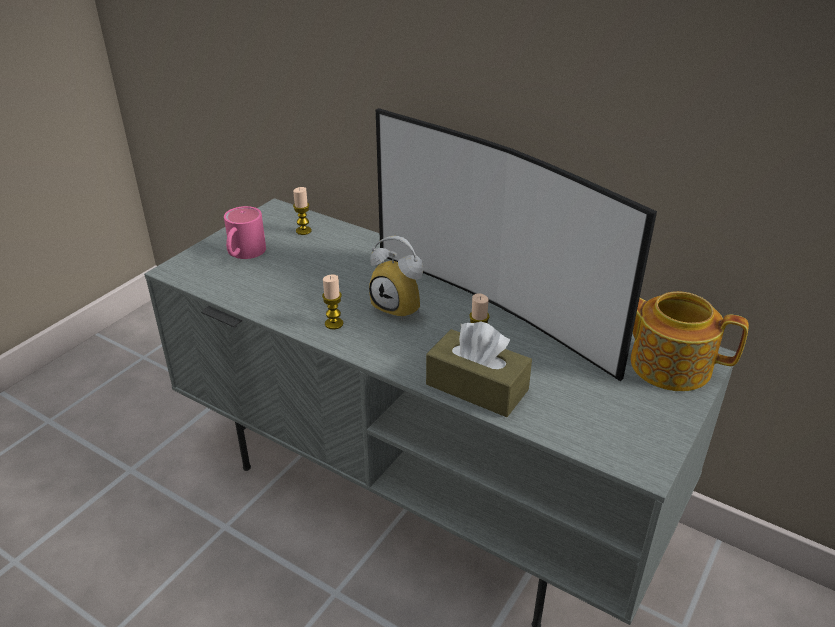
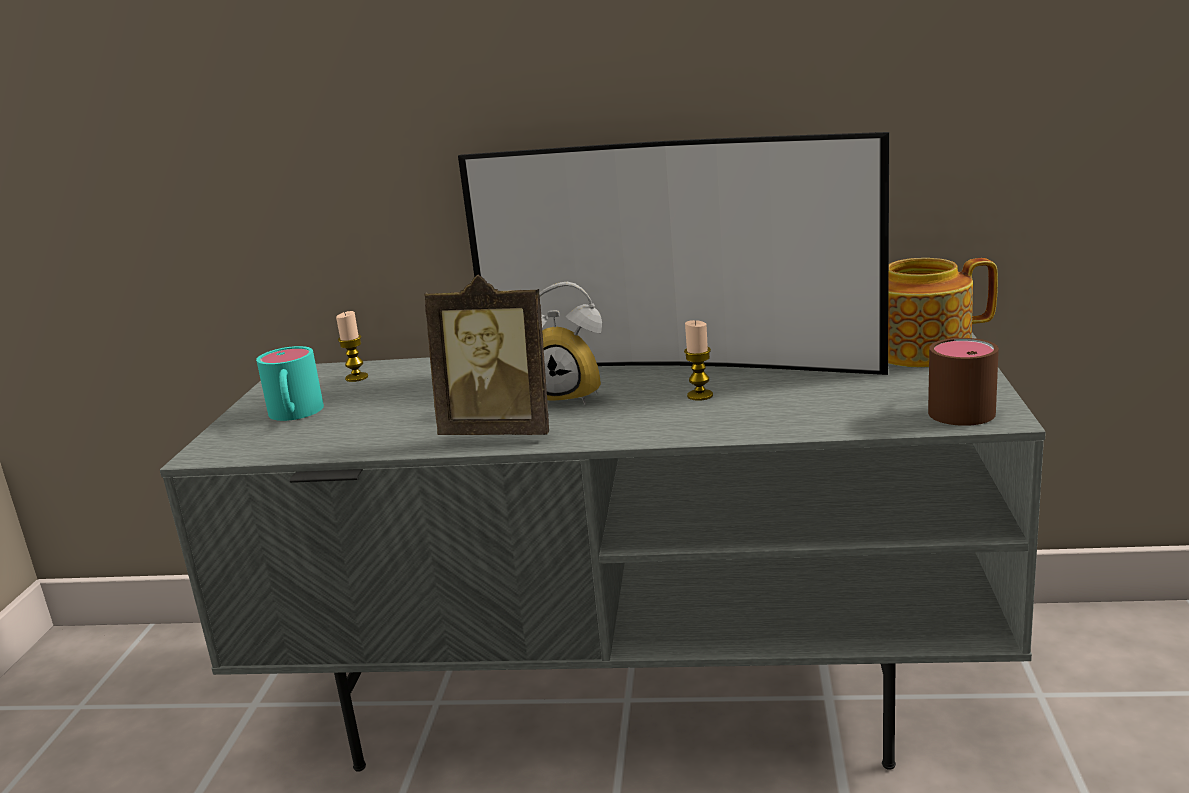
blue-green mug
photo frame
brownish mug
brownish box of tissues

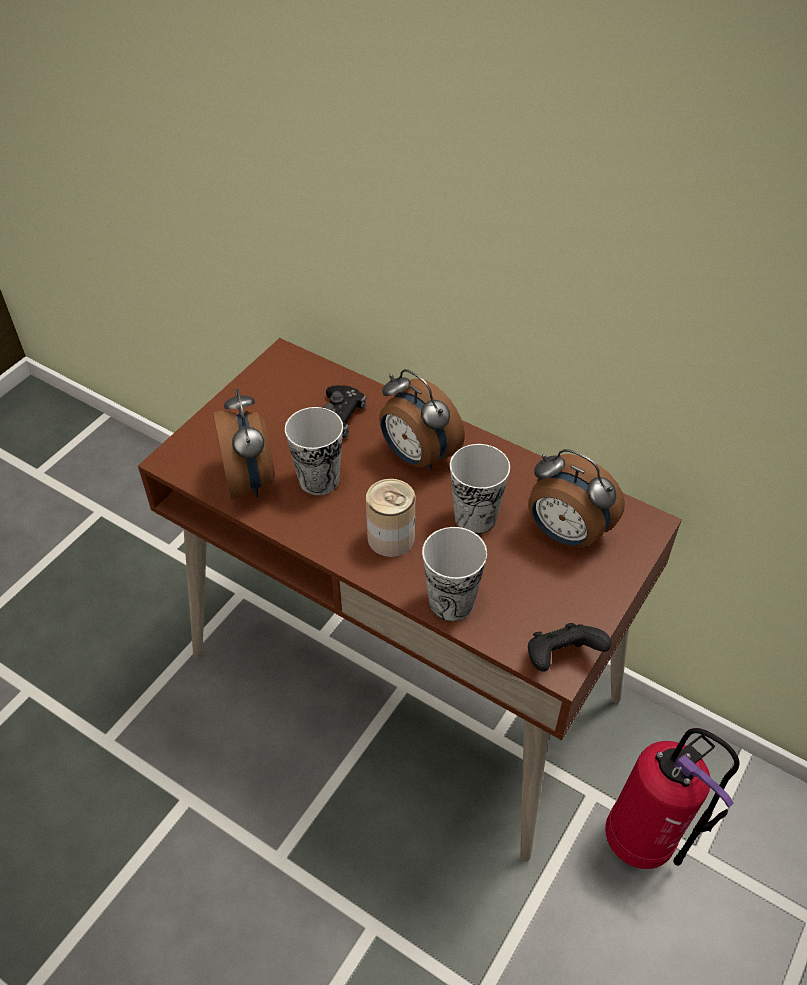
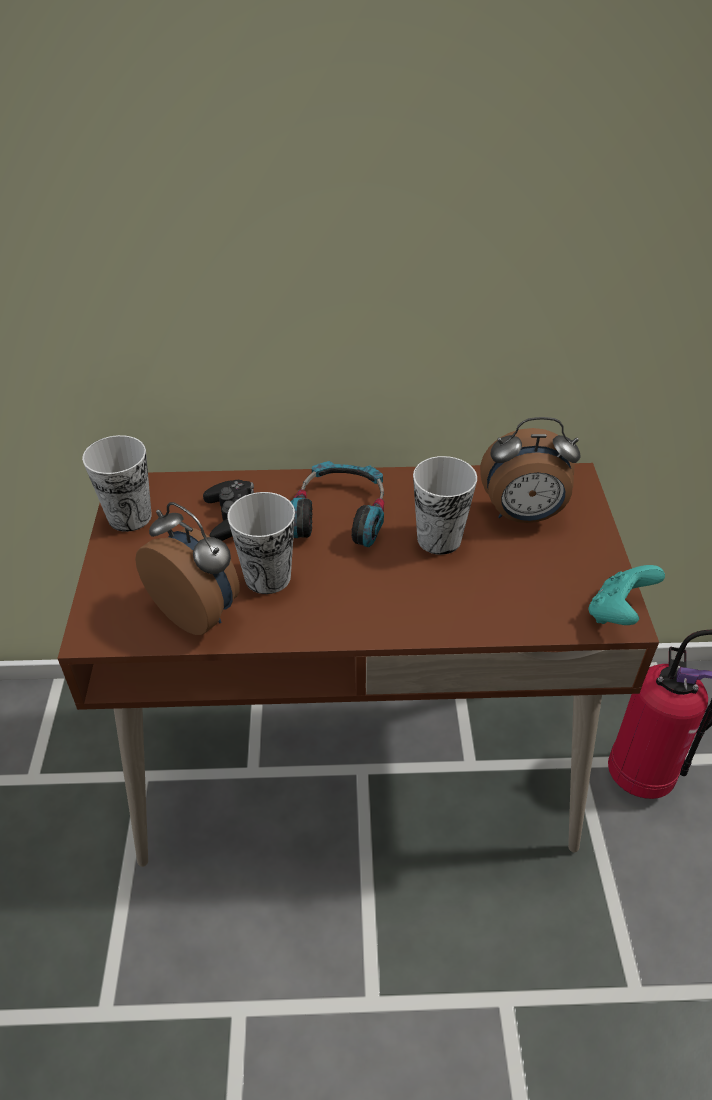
drinking cup (1st from left)
pair of headphones
blue-green gamepad
sealed can

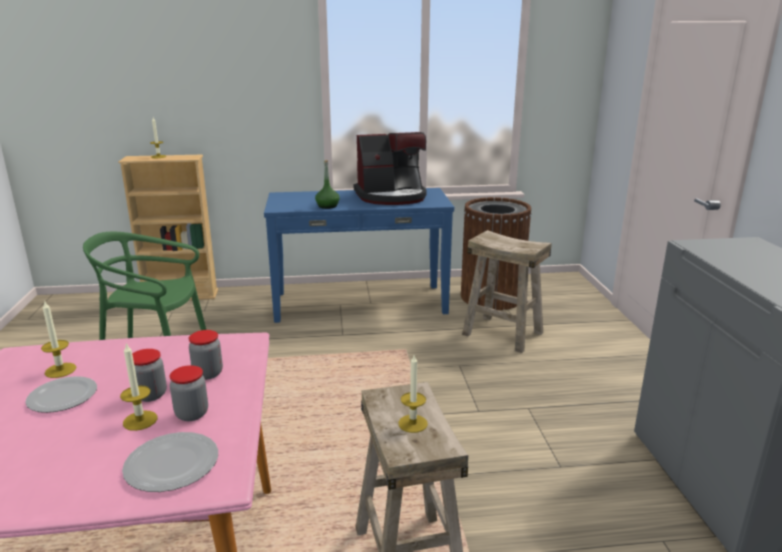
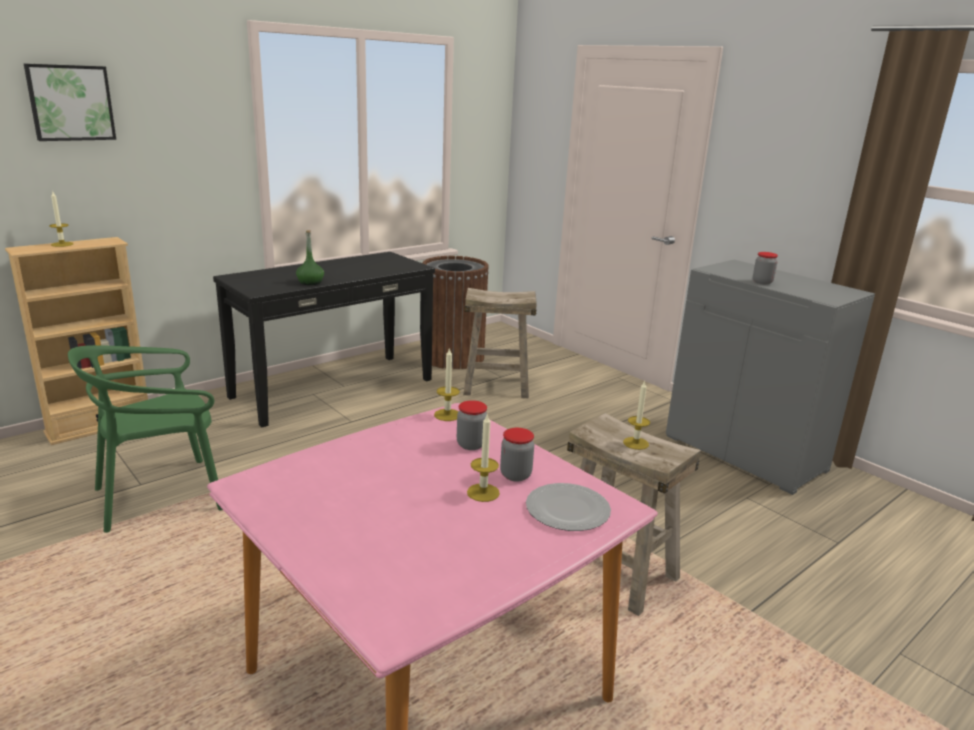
picture
black-coloured hall table
candle (2nd from left)
jar (3rd from left)
dinner plate (1st from left in the first image)
coffee maker

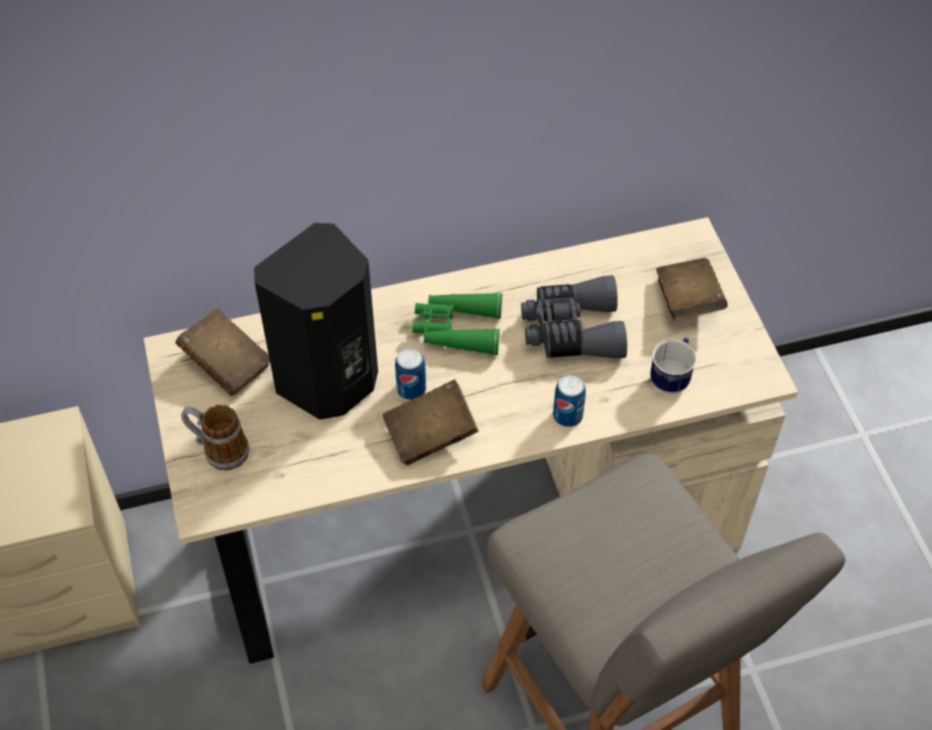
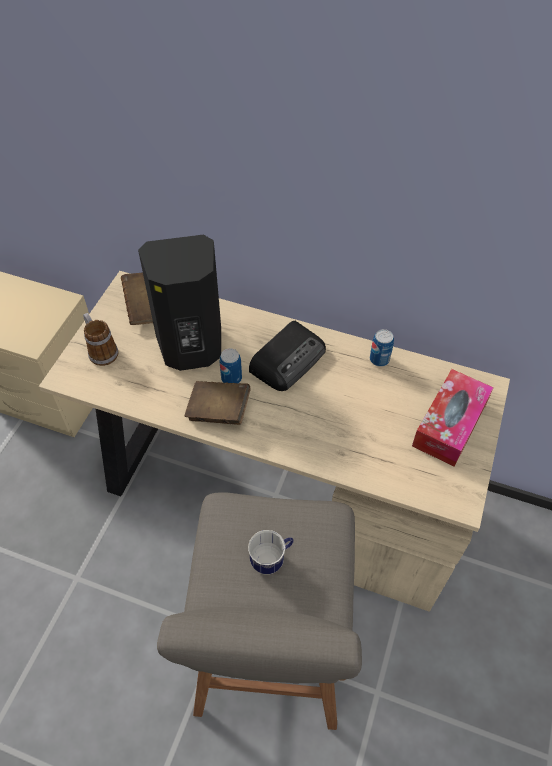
mug (2nd from left)
radio receiver
sealed can (2nd from left)
box of tissues
gray field glasses

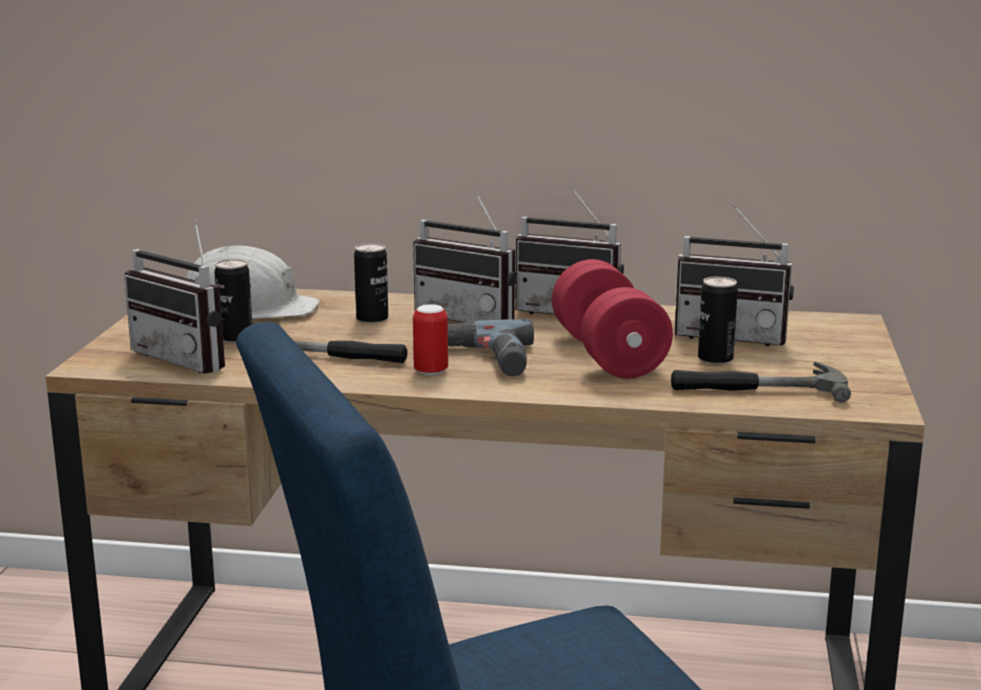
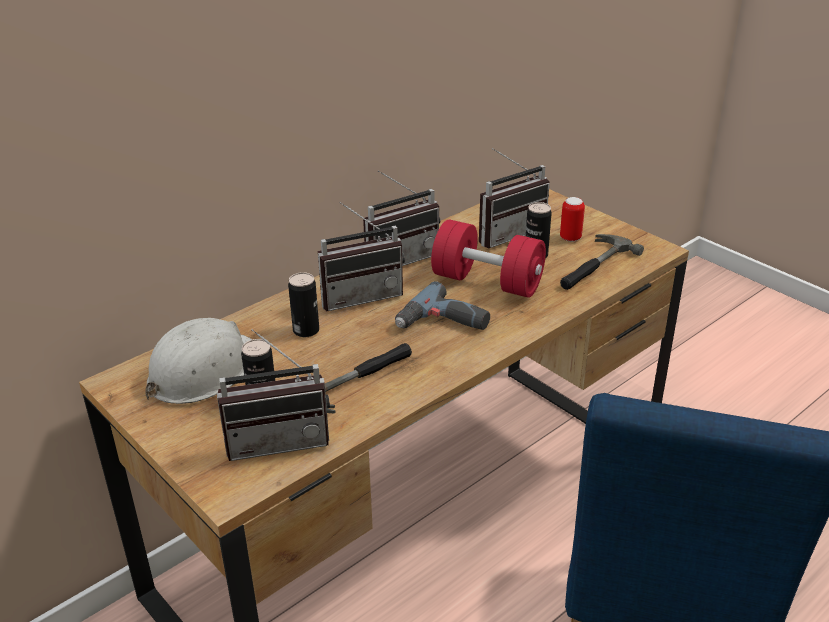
sealed can (4th from left)

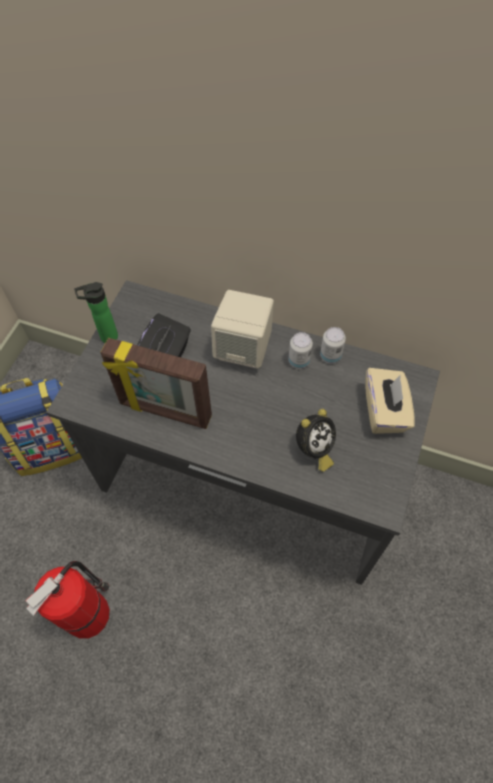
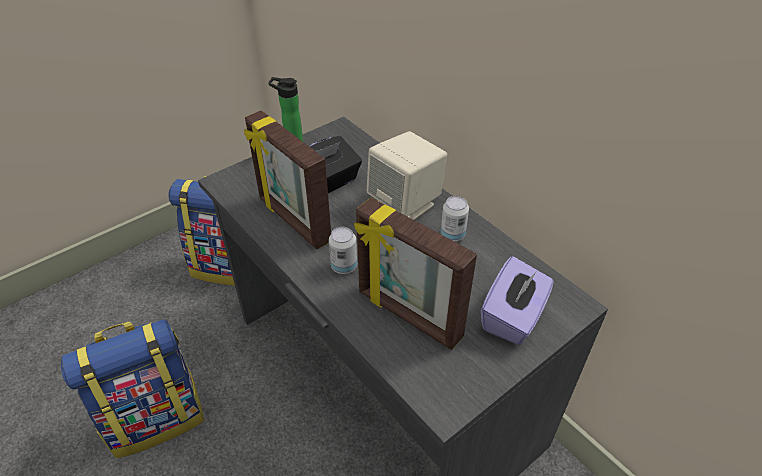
backpack (1st from left)
sealed can (1st from left)
photo frame (2nd from left)
purplish box of tissues

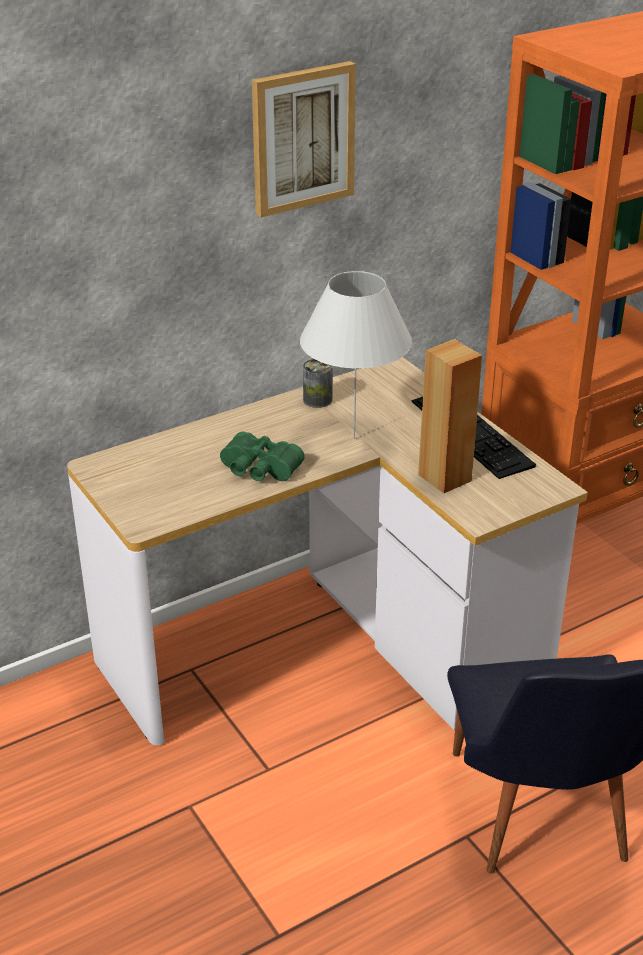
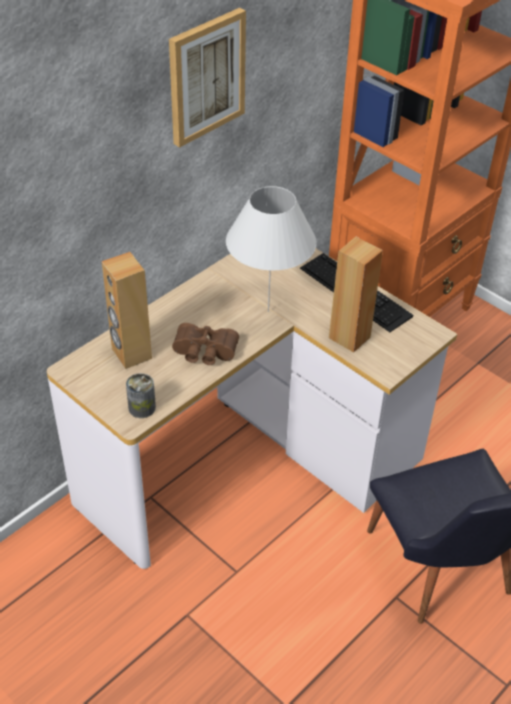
brownish loudspeaker (1st from left)
sealed can
brownish field glasses

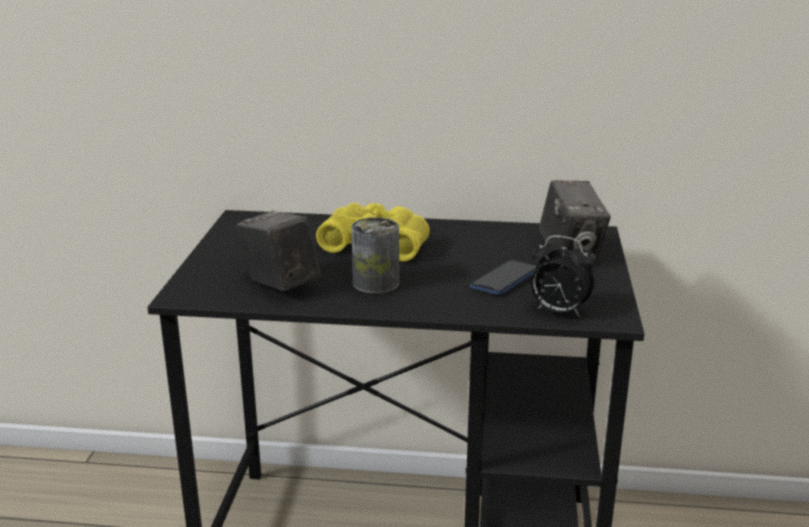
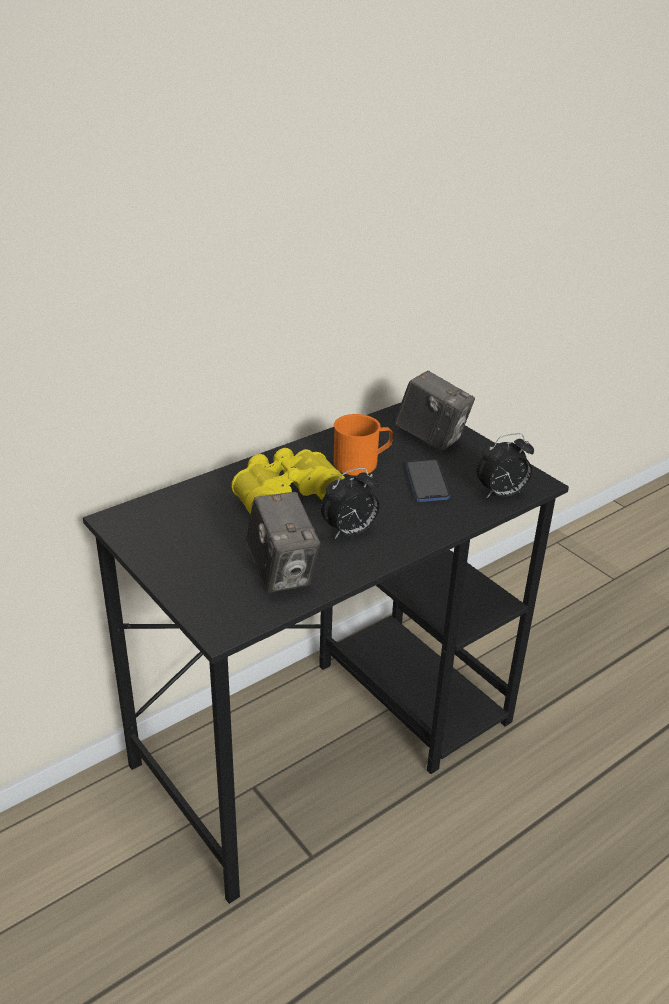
still camera (1st from left)
alarm clock (1st from left)
orange-coloured mug

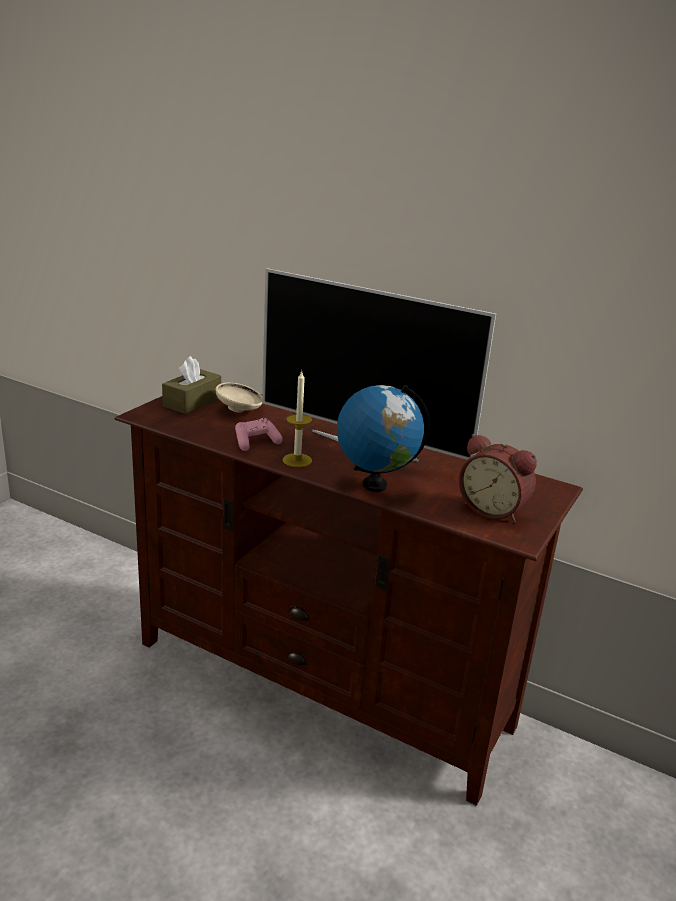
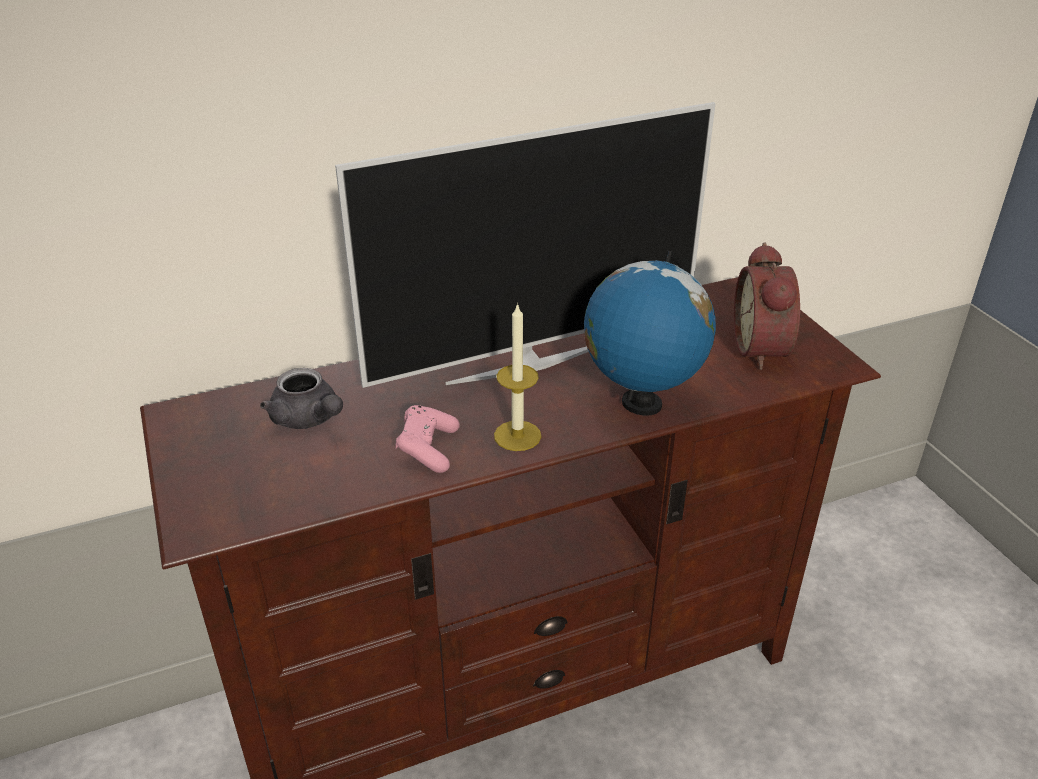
gray teapot
alarm clock
brownish box of tissues

